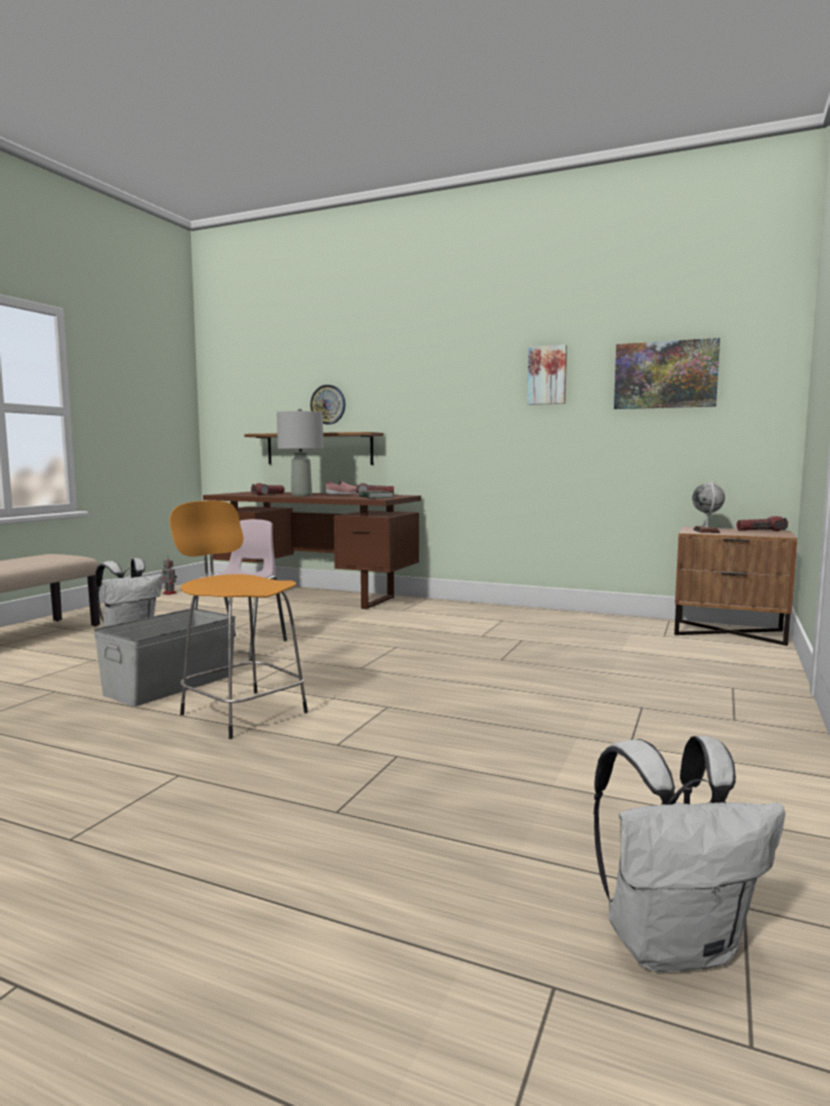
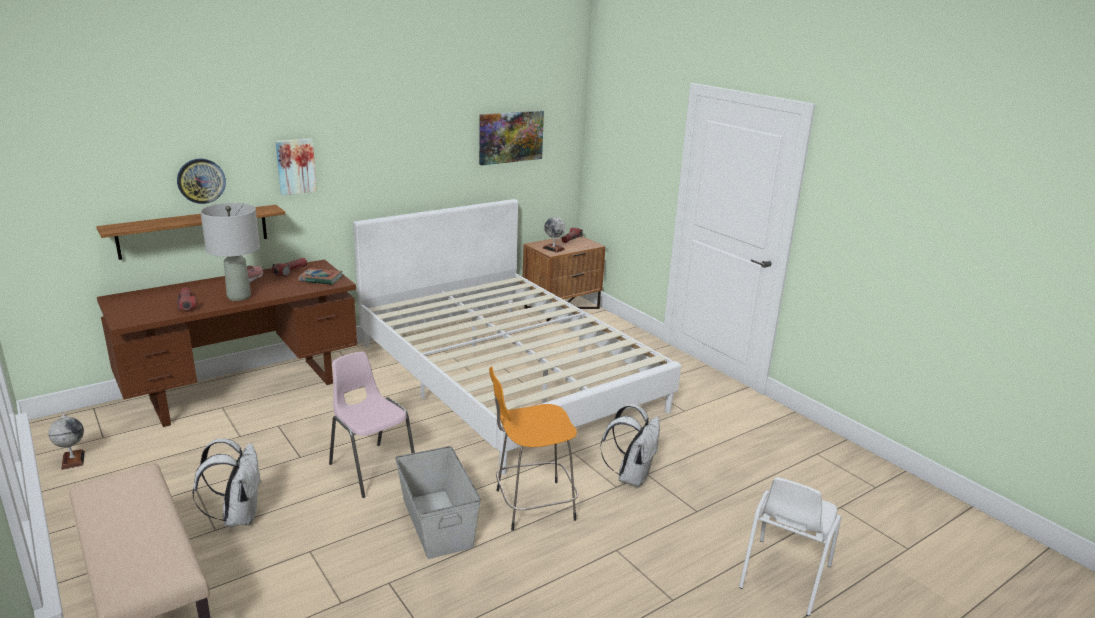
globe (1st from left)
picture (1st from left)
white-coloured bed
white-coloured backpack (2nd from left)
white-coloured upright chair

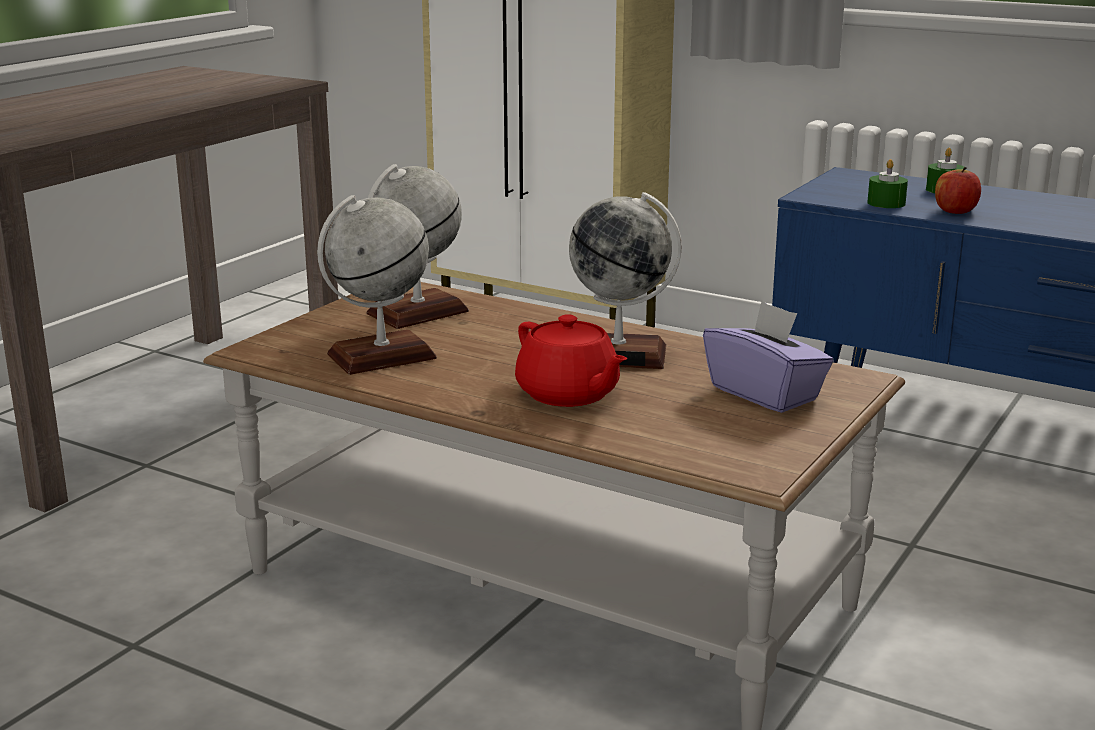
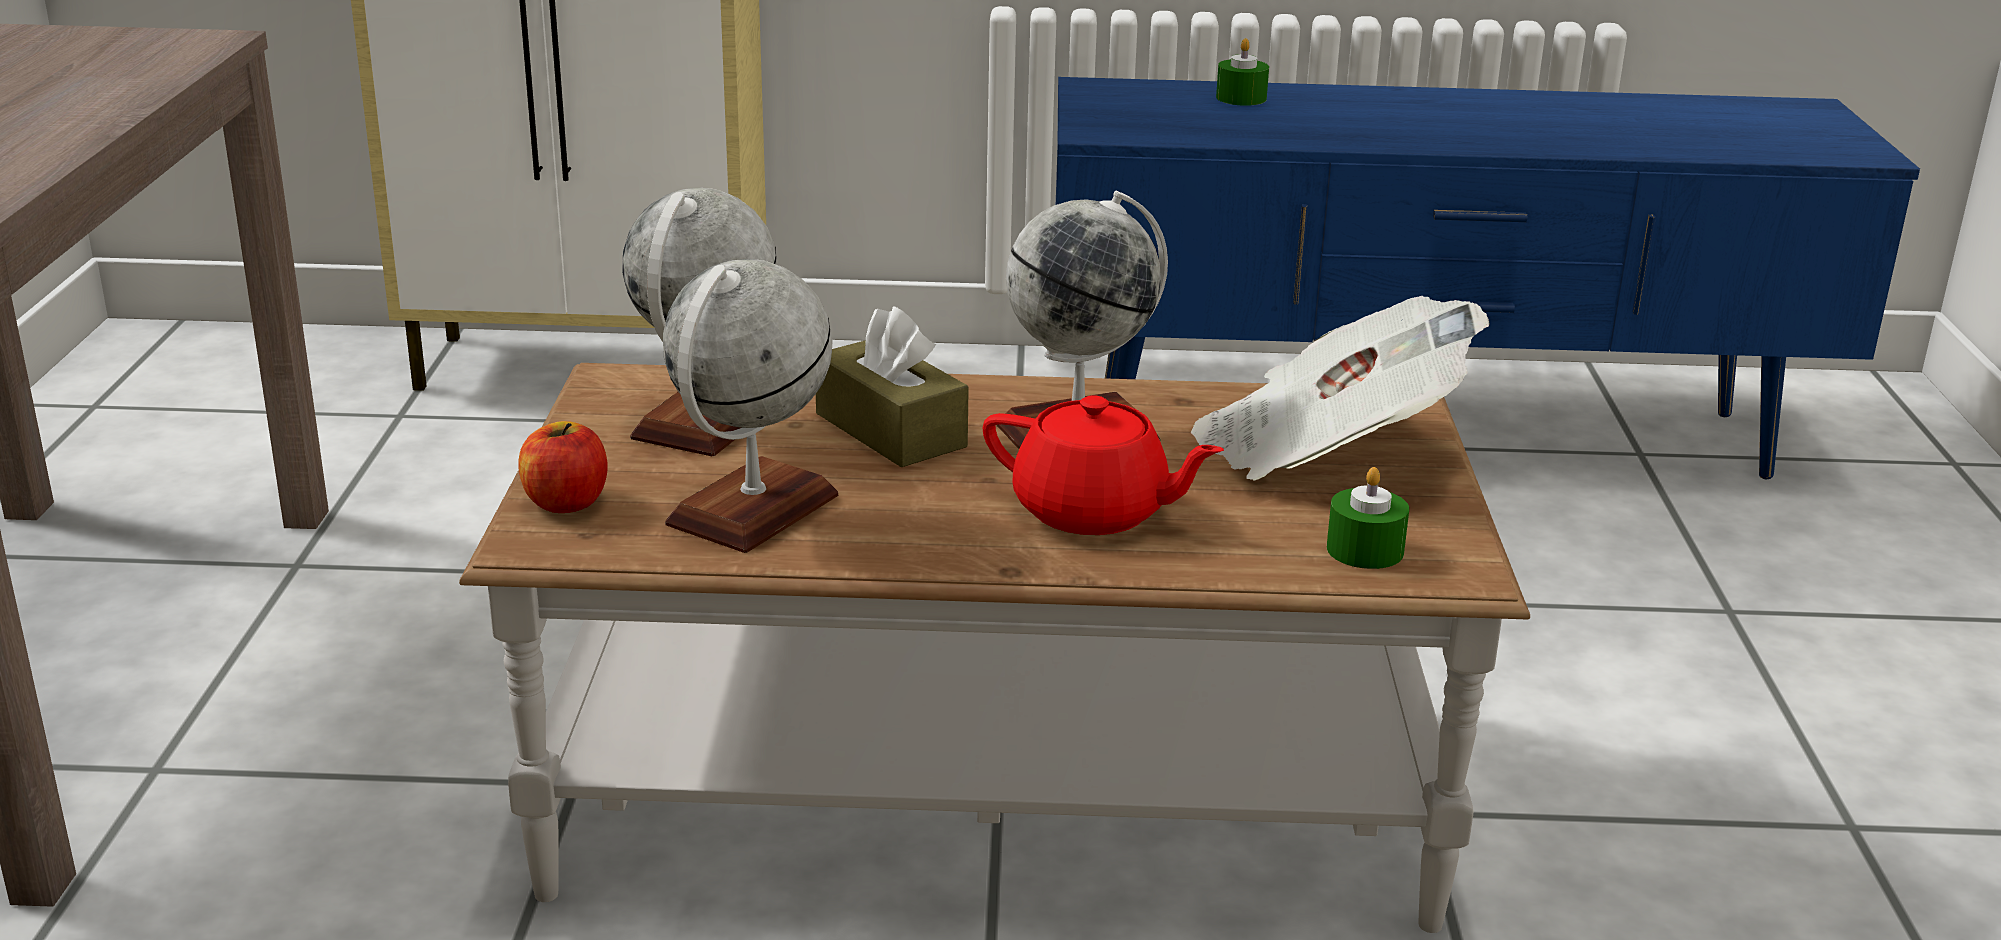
apple fruit
brownish box of tissues
printed paper
greenish candle (2nd from left)

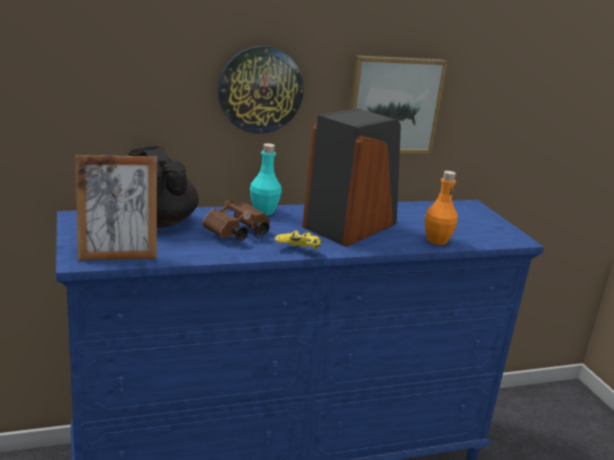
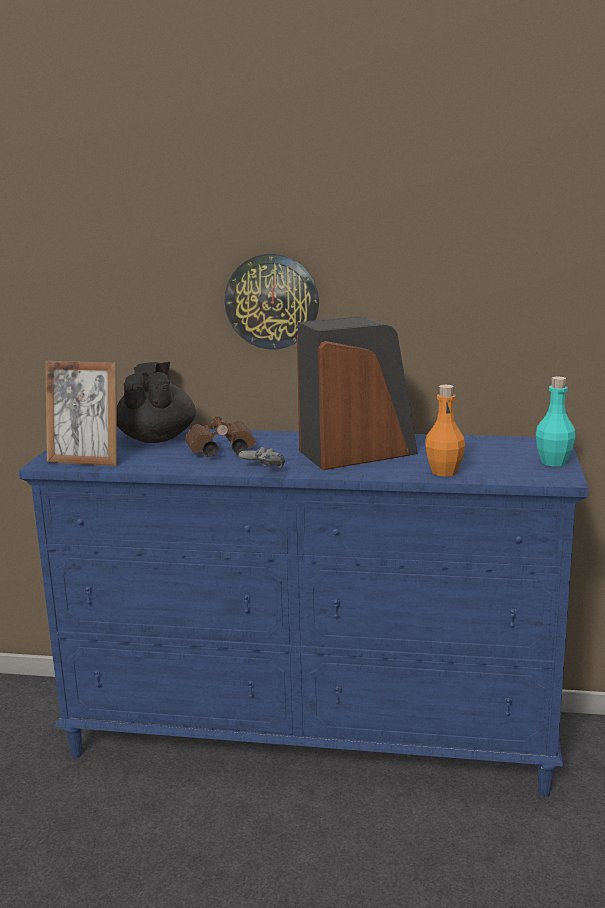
gray gamepad
blue-green beverage bottle
picture

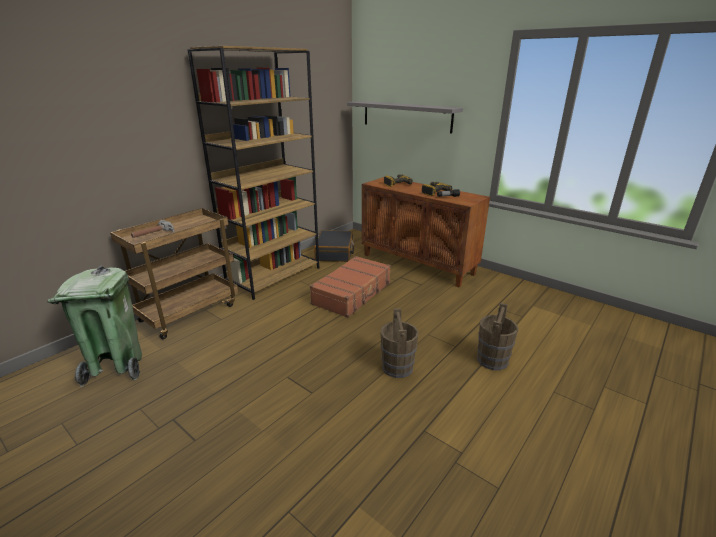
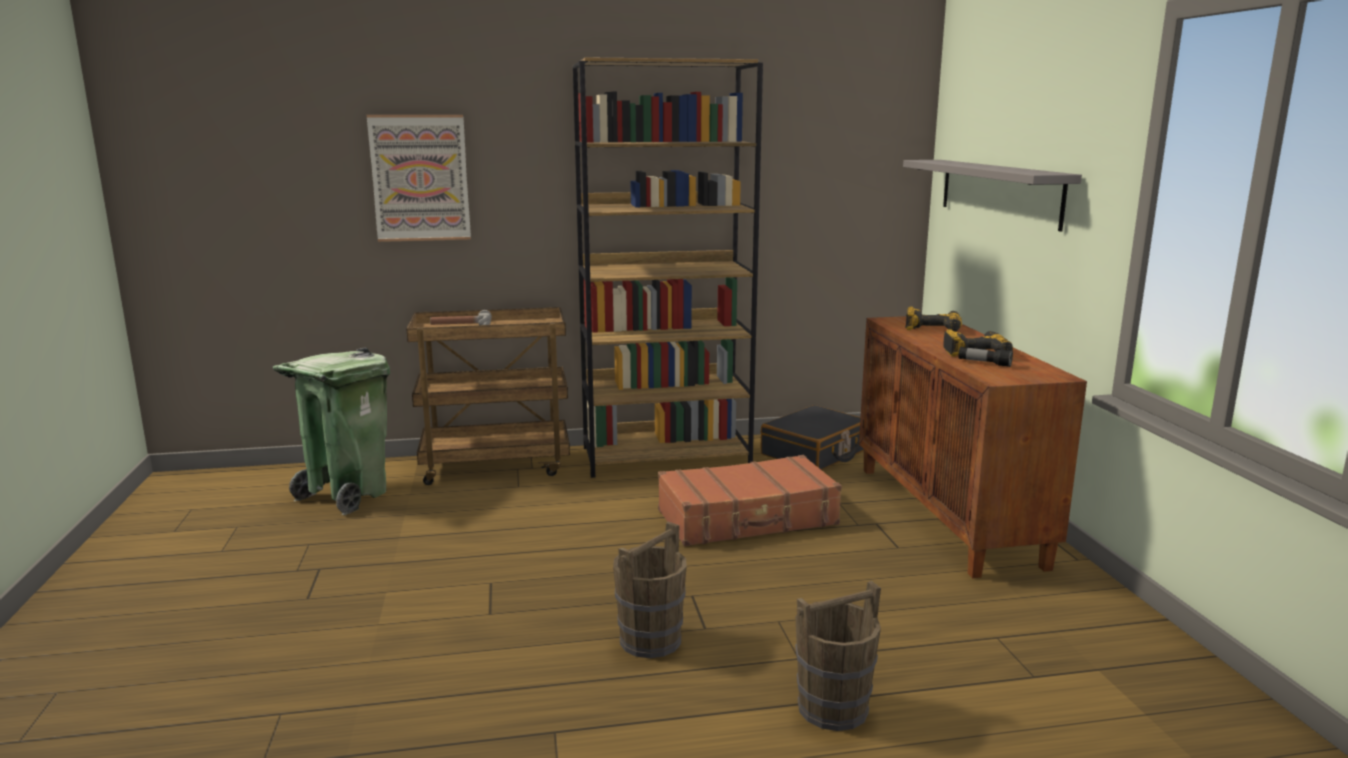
picture

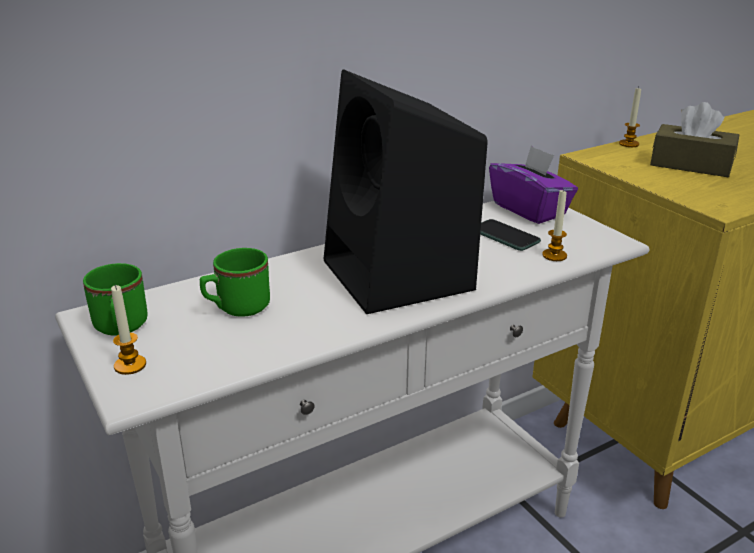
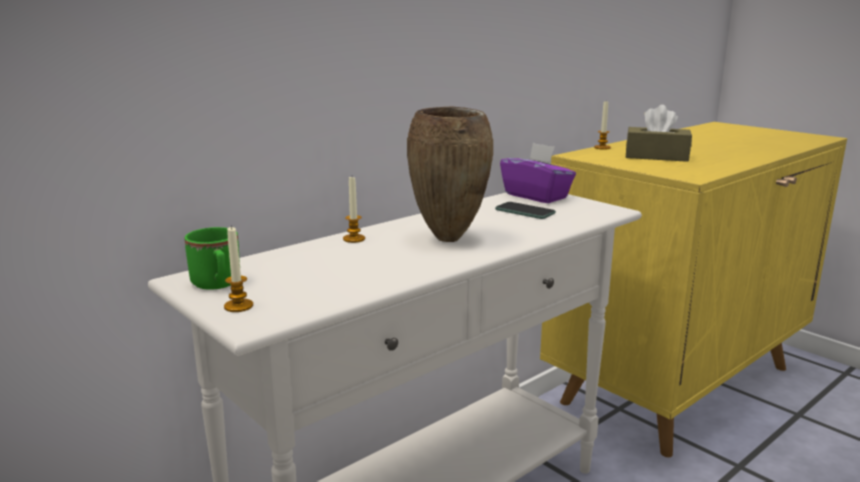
candle (2nd from left)
brownish decorative vase
greenish mug (2nd from left in the first image)

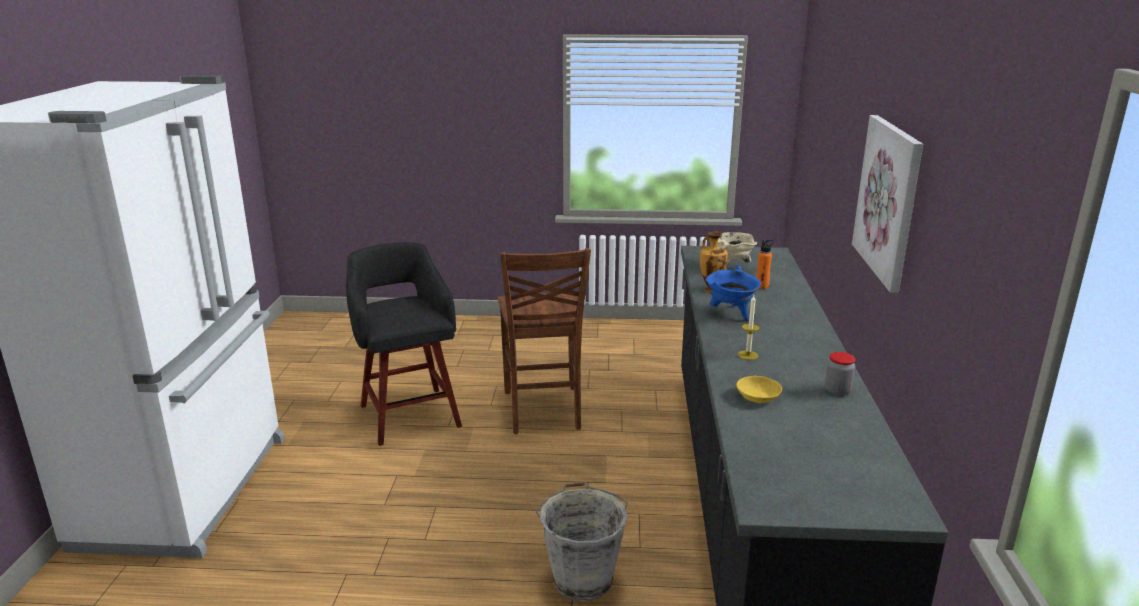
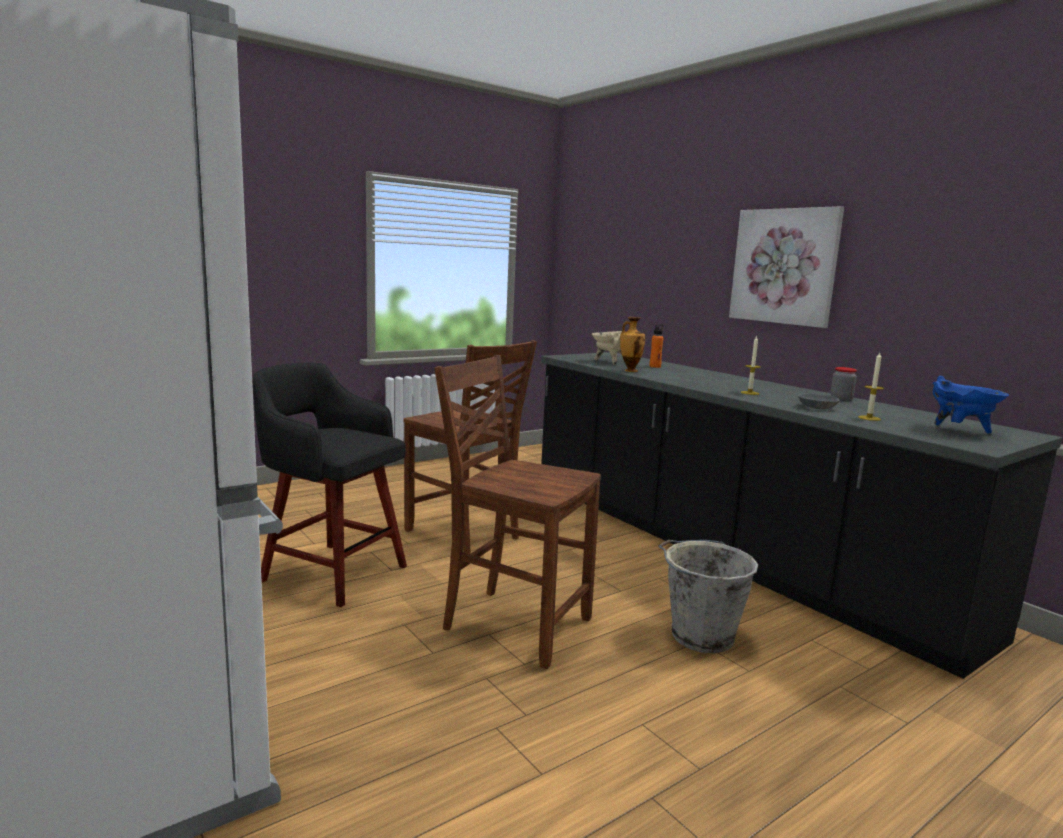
brownish upright chair (2nd from left)
gray bowl
candle (2nd from left)
blue cooking pot

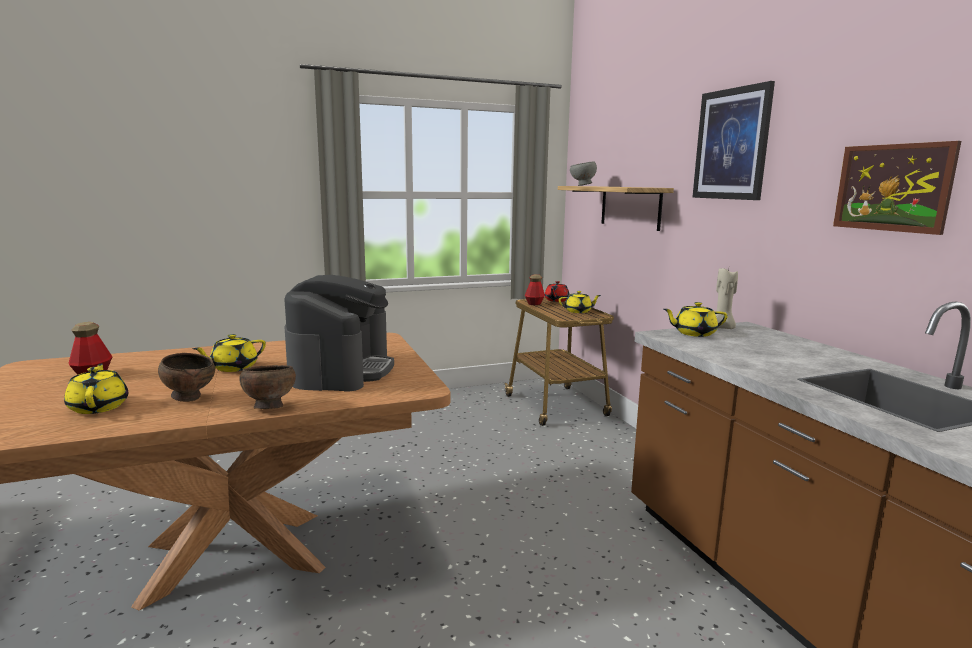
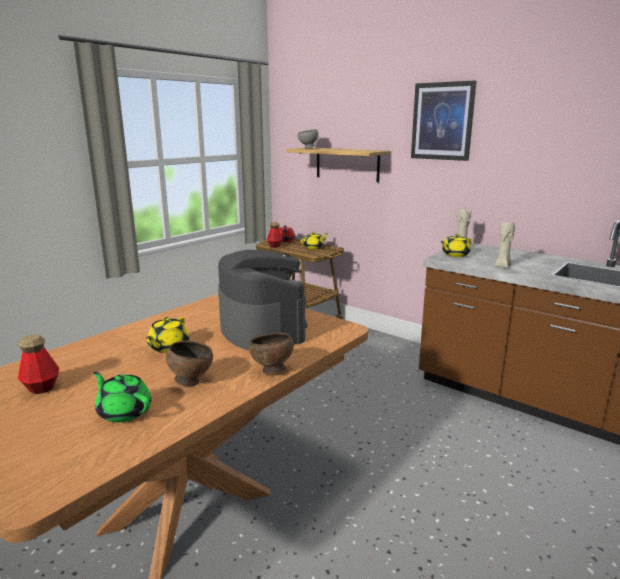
greenish teapot
beige-coloured candle (2nd from left)
picture (2nd from left in the first image)

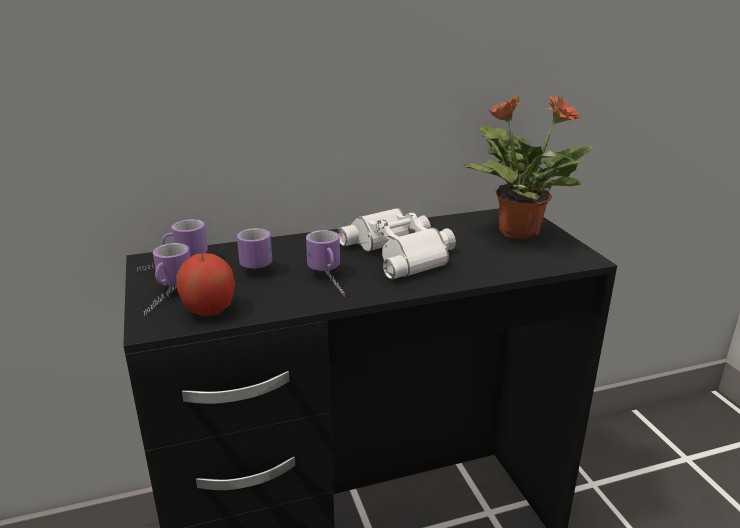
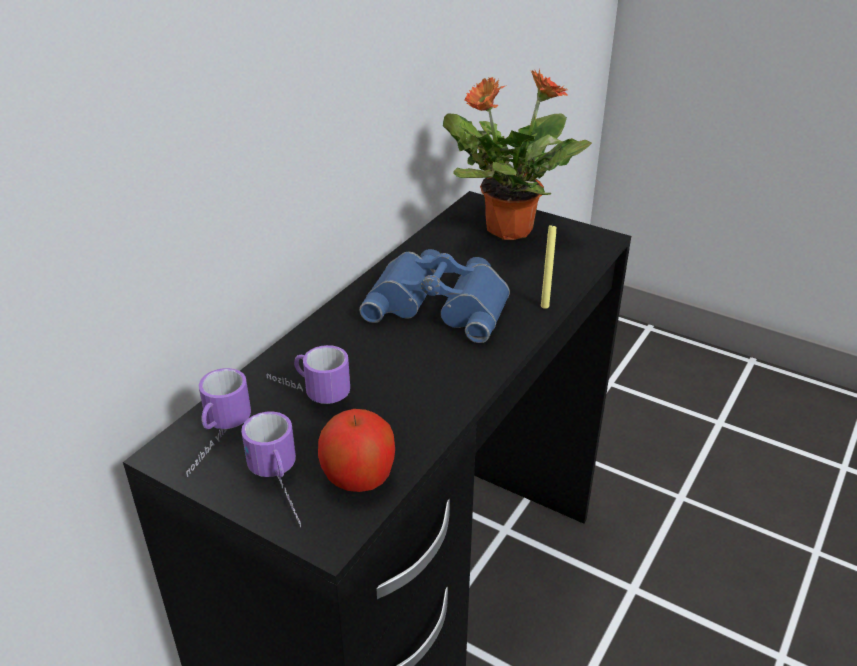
blue field glasses
yellow-coloured candle
mug (4th from left in the first image)

